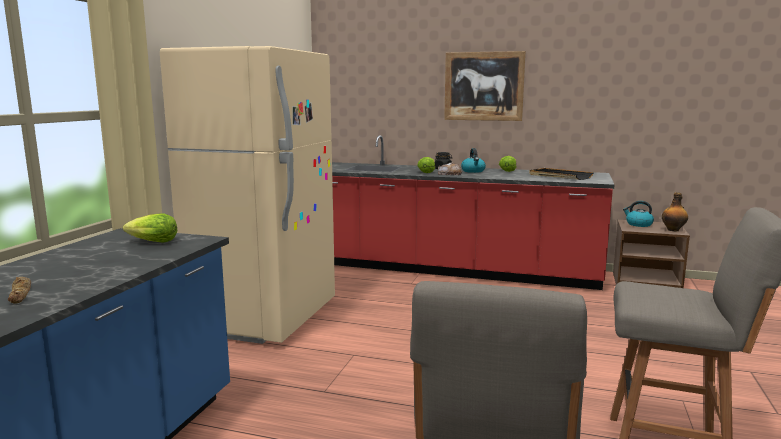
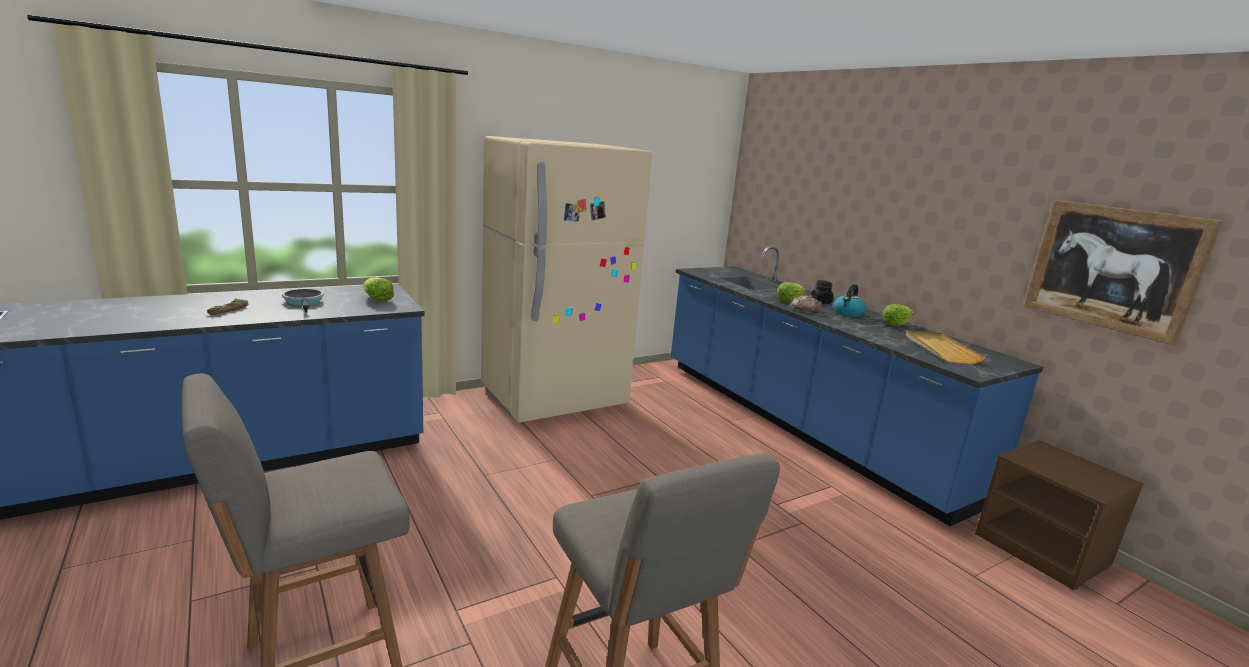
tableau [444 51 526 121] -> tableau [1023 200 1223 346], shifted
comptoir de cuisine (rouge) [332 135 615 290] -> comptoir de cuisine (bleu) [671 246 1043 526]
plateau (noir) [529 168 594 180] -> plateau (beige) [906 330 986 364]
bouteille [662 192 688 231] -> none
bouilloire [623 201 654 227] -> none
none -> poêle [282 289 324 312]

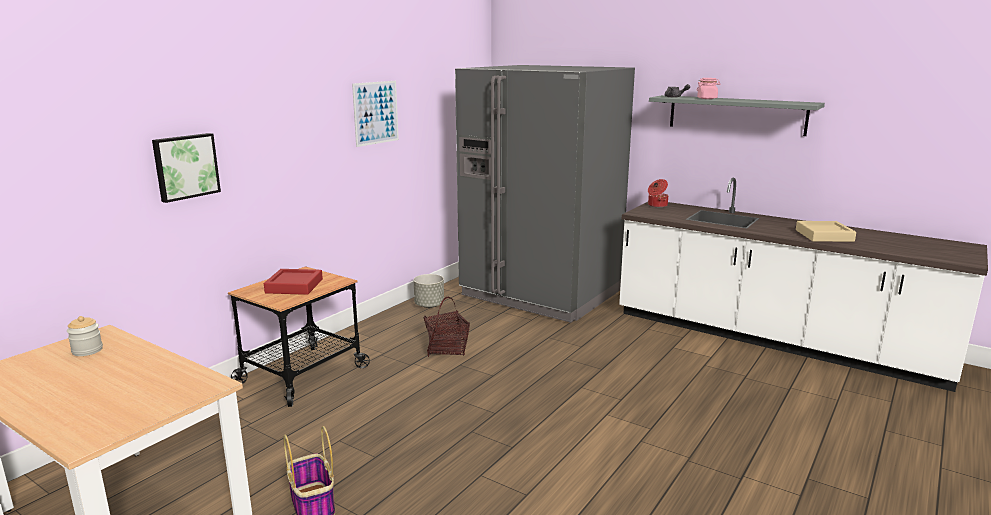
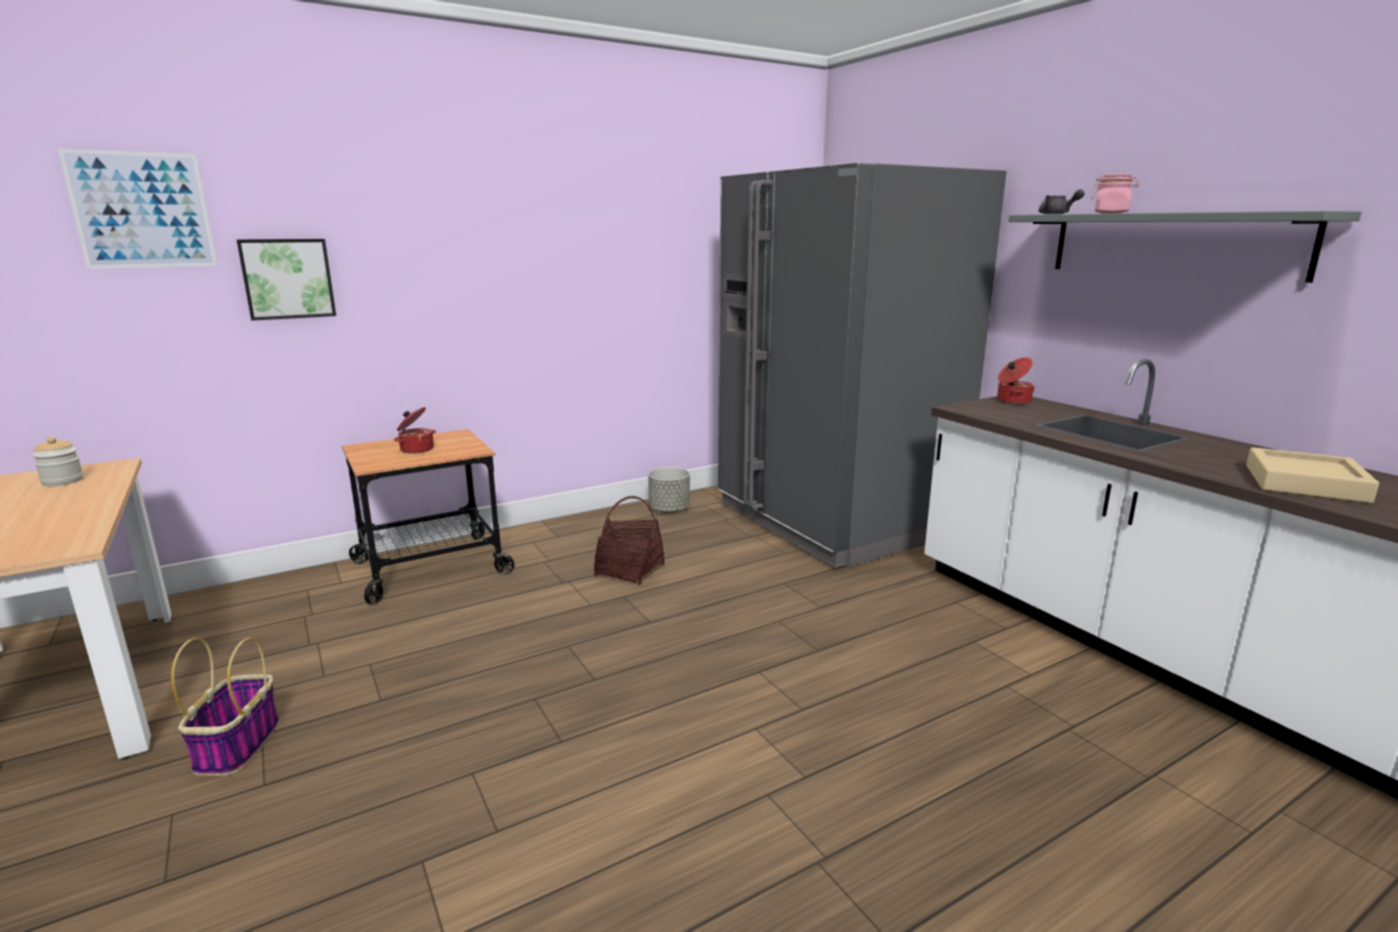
tableau [352 81 399 147] -> tableau [58 149 217 269], shifted
plateau (rouge) [264 269 323 295] -> marmite [394 407 436 453]

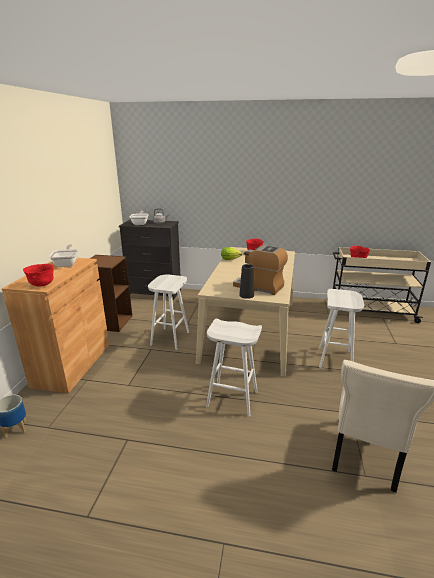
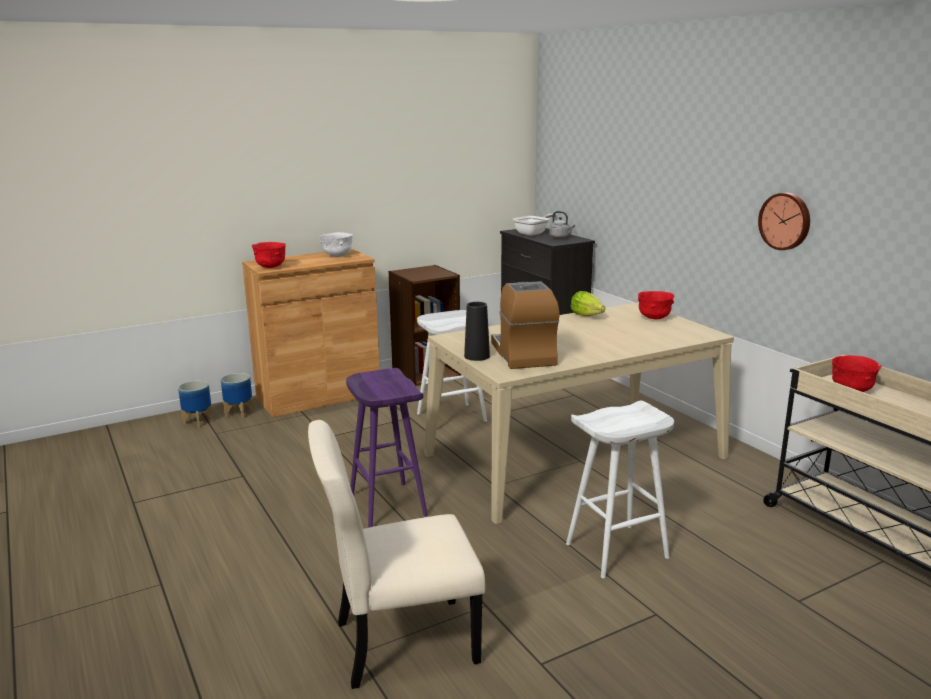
poêle [49 244 78 267] -> bol (blanc) [320 232 353 257]
tabouret (blanc) [206 319 262 417] -> tabouret (violet) [346 368 428 528]
none -> horloge murale [758 193 810 250]
none -> cache-pot [221 373 253 419]

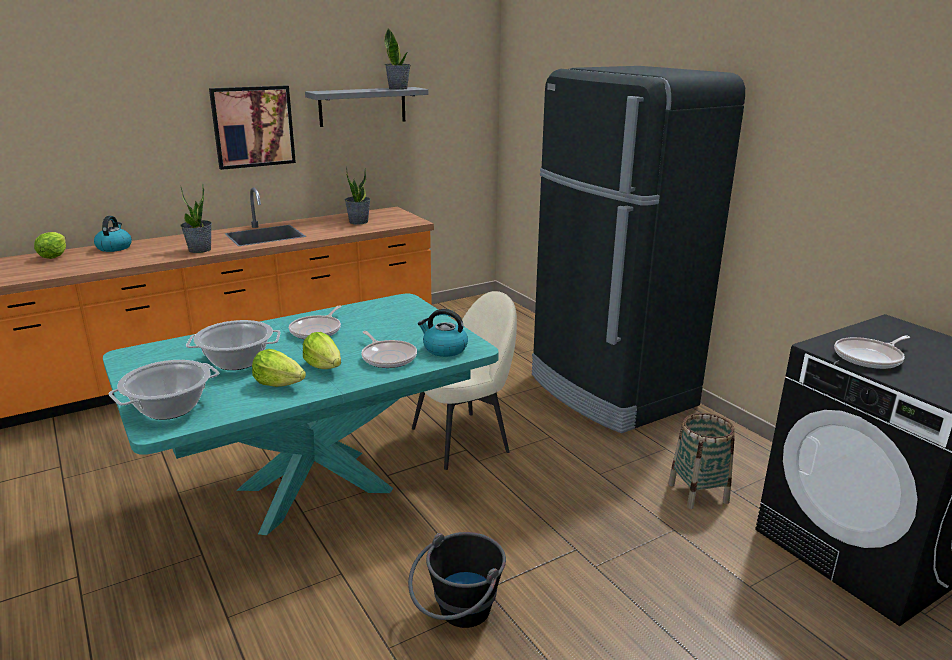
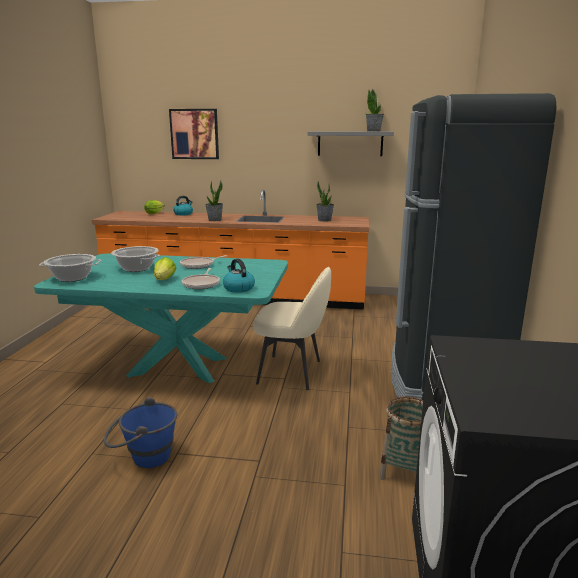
tableau [209 86 296 170] -> tableau [169 109 219 159], shifted
poêle [834 335 910 369] -> none
laitue [252 349 306 387] -> none
seau (noir) [408 532 506 628] -> seau (bleu) [104 397 177 468]

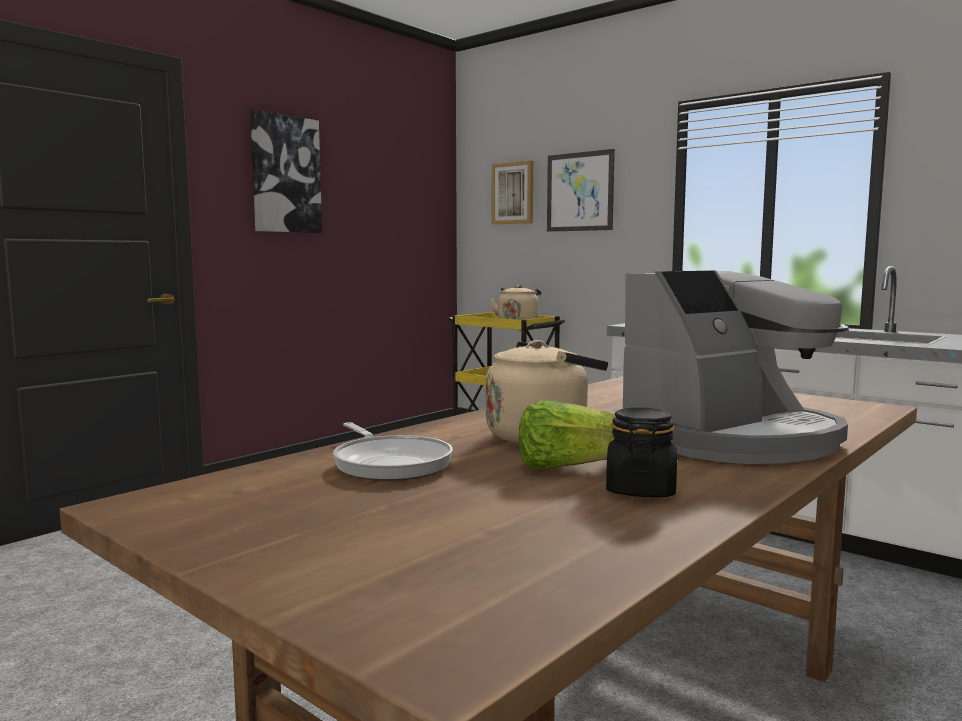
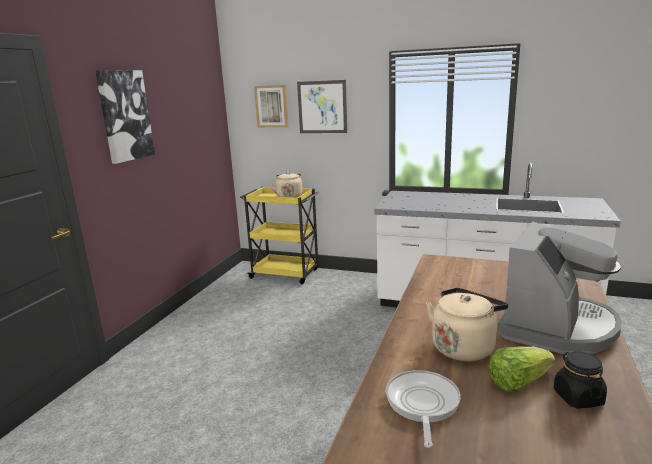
poêle [333 422 453 481] -> poêle [386 370 461 448], 120 degrees counterclockwise

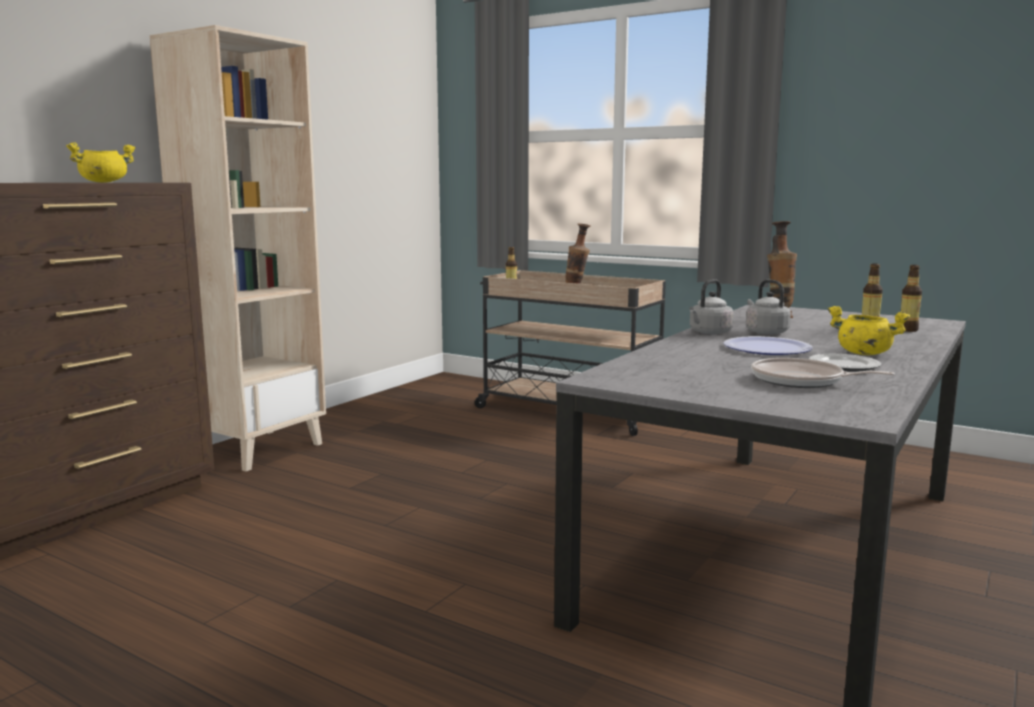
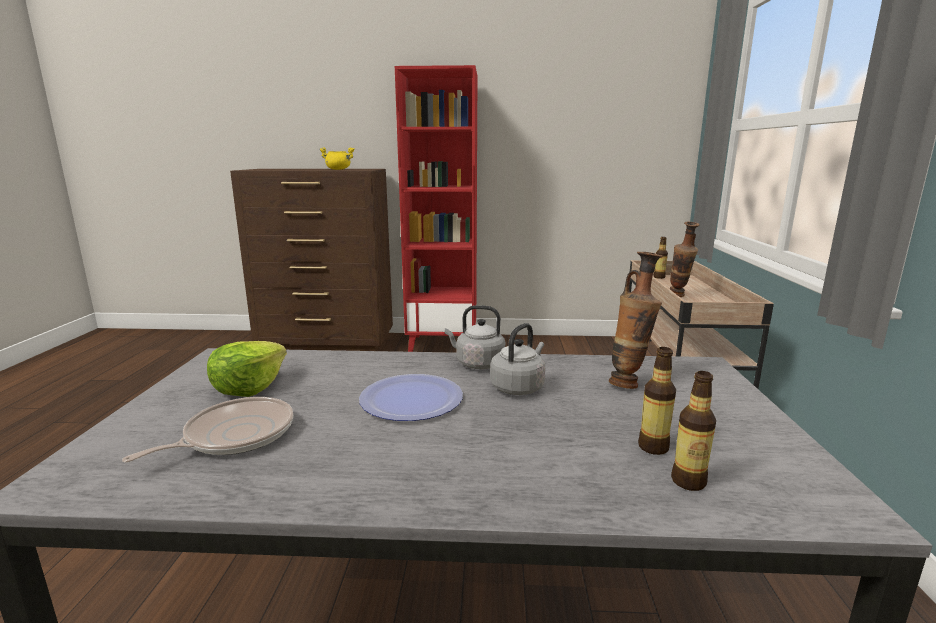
bibliothèque (beige) [150 25 326 471] -> bibliothèque (rouge) [395 65 477 352]
marmite (jaune) [828 306 910 355] -> none
assiette [809 354 881 372] -> none
poêle [751 358 895 388] -> poêle [122 397 293 463], 45 degrees clockwise
none -> laitue [207 341 287 397]

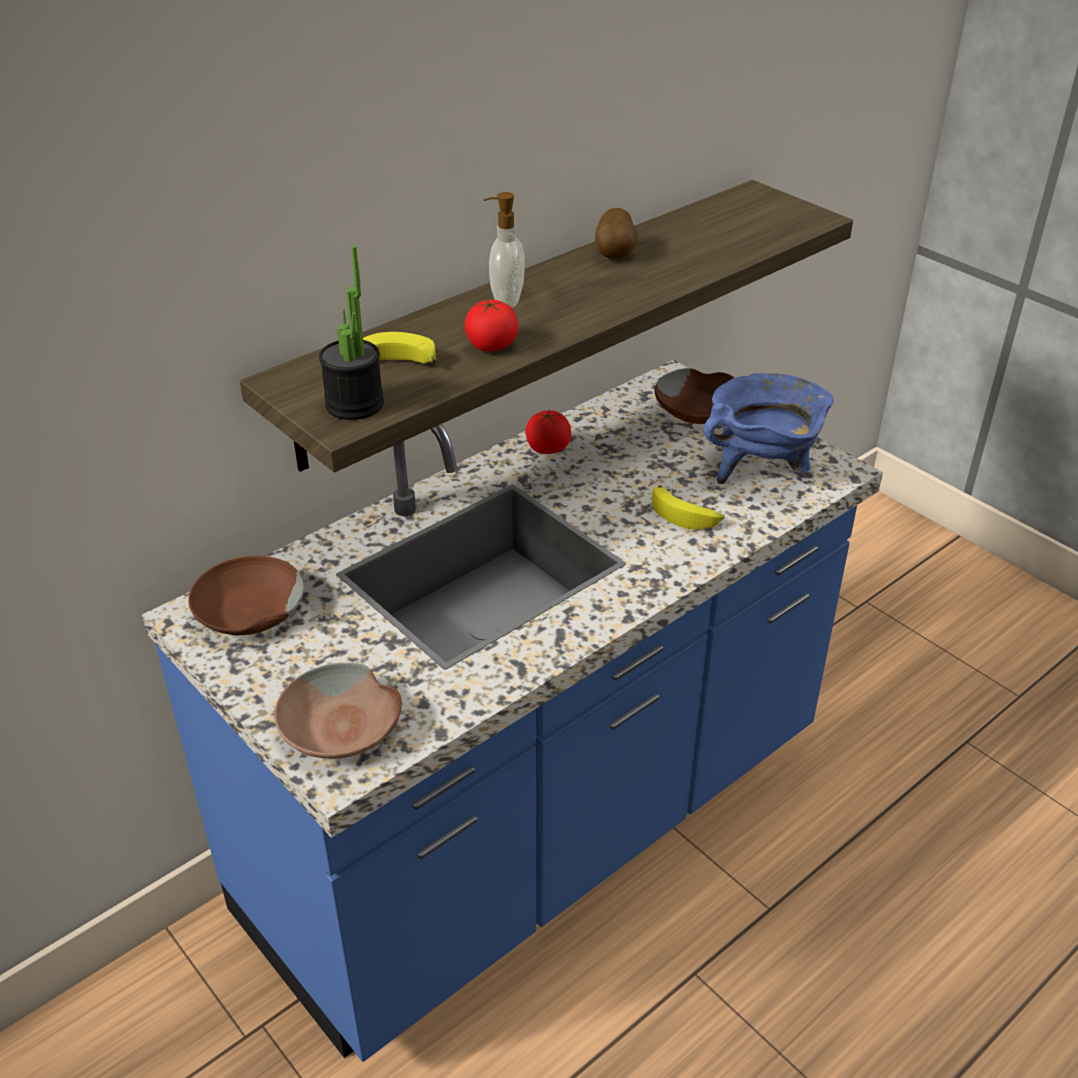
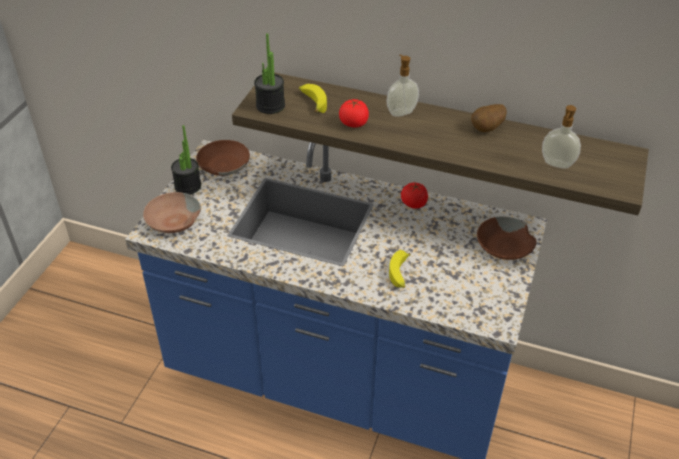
marmite (bleu) [704 373 834 484] -> none
none -> distributeur de savon [542 105 581 169]
none -> plante en pot [171 125 201 195]

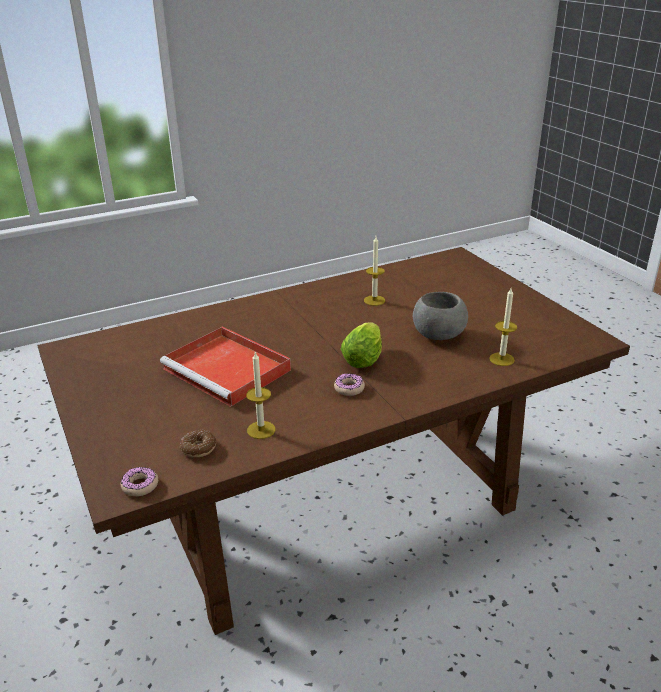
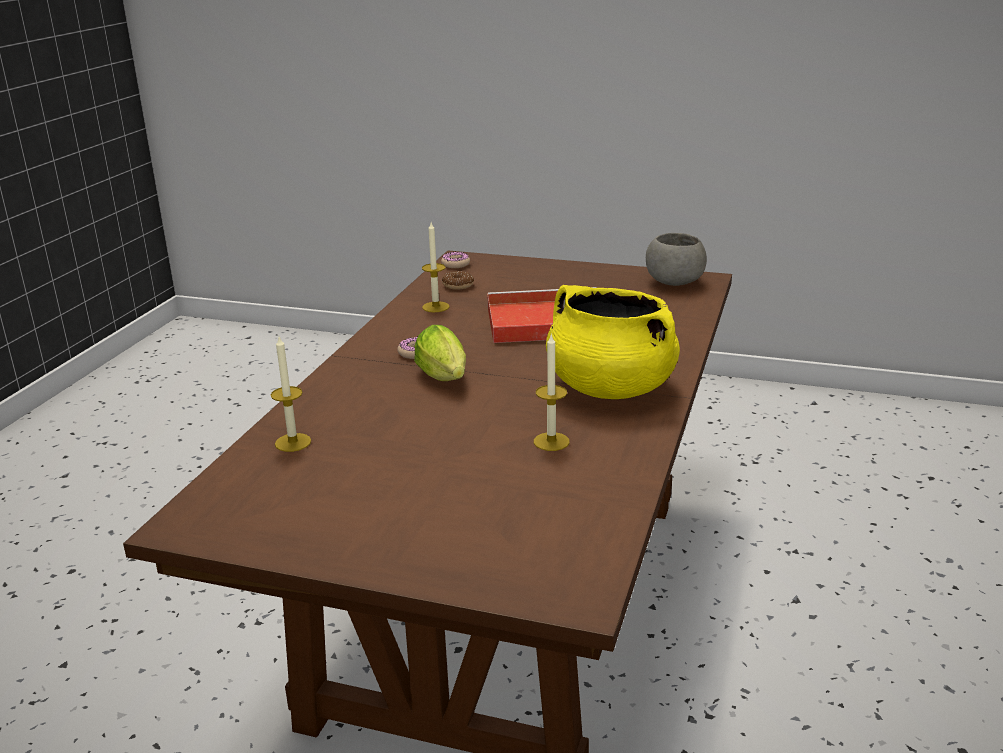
bol (gris) [413 292 468 340] -> bol (gris) [646 233 707 286], shifted
none -> marmite (jaune) [546 285 680 399]

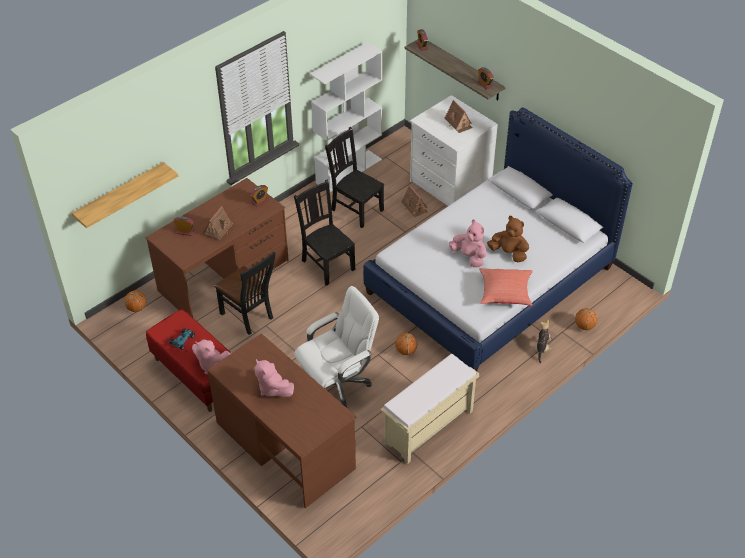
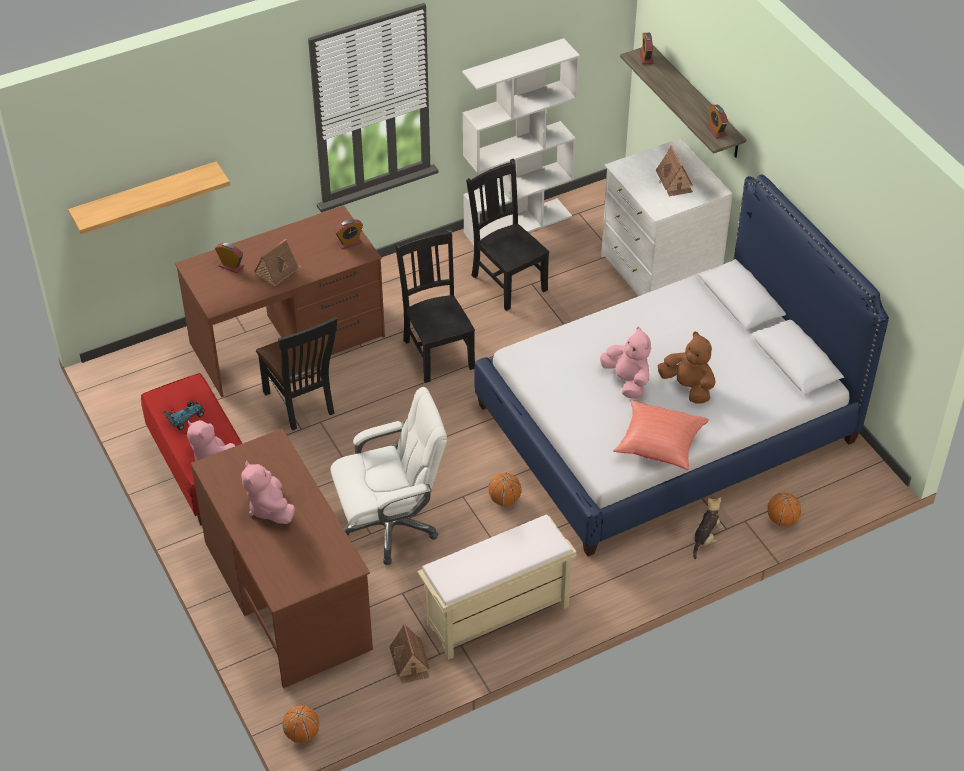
maison miniature [401 185 428 217] -> maison miniature [389 623 430 684], shifted
ballon de basket [124 291 146 312] -> ballon de basket [283 705 319 743], shifted

